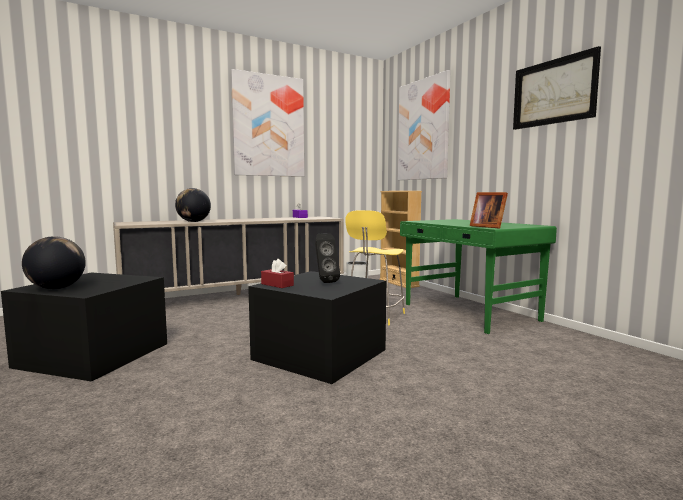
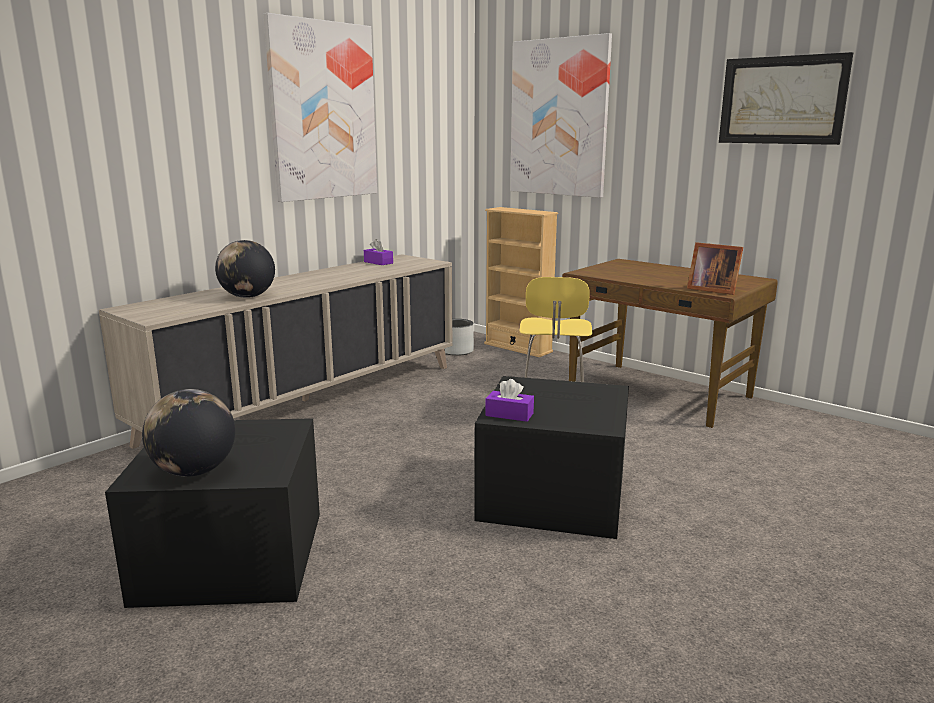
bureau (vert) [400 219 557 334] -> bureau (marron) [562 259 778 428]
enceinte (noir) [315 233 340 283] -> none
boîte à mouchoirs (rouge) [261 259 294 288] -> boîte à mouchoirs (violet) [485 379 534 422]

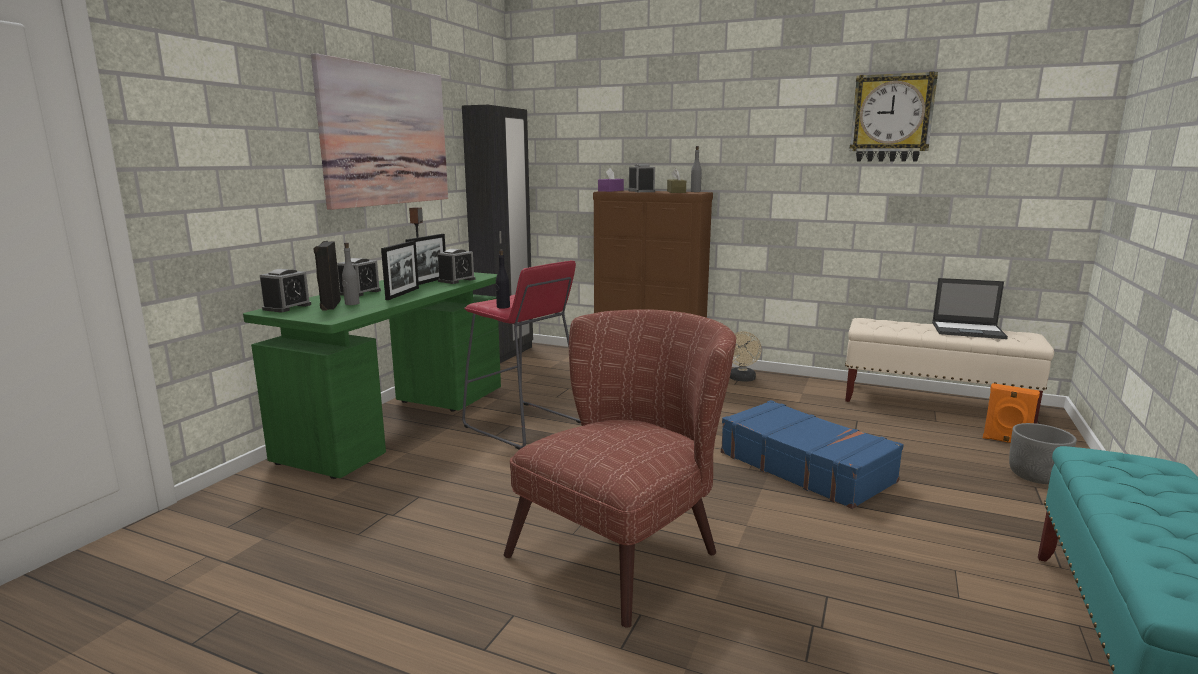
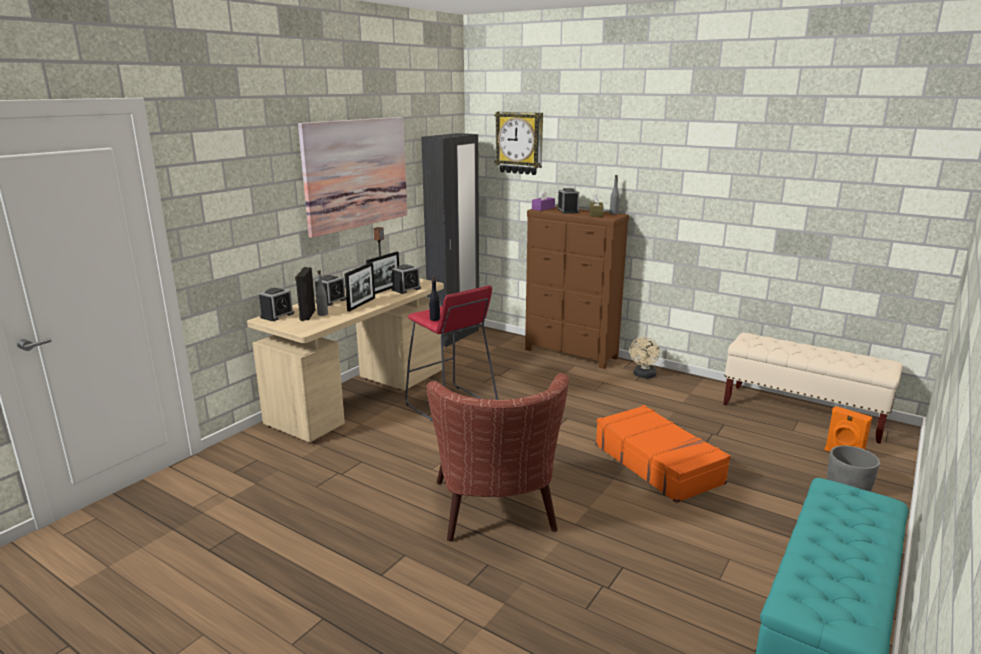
horloge murale [850 71 938 162] -> horloge murale [494 112 543 175], shifted
bureau (vert) [243 272 501 479] -> bureau (beige) [247 279 444 442]
ordinateur portable [932 278 1008 339] -> none
fauteuil (marron) [504 309 736 628] -> fauteuil (marron) [426 373 569 541], 120 degrees clockwise
valise (bleu) [721 400 904 509] -> valise (orange) [595 405 731 503]

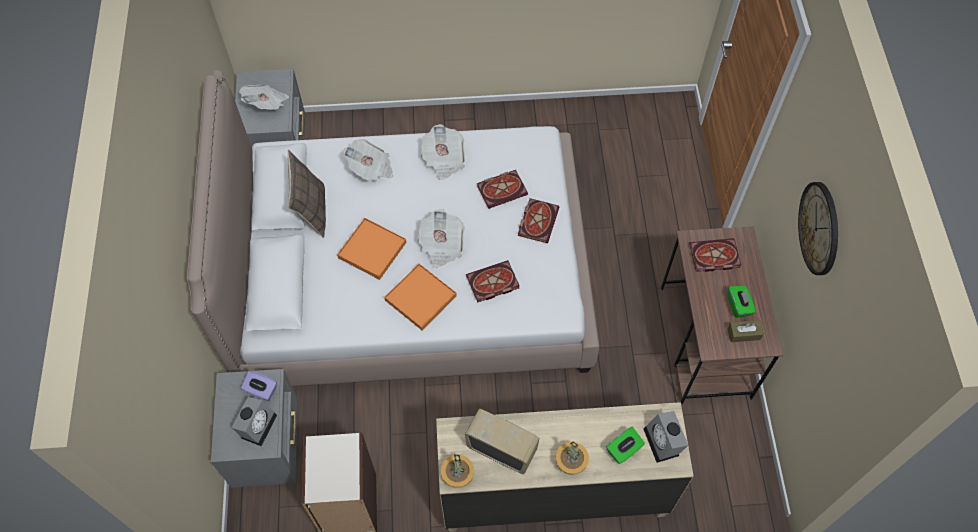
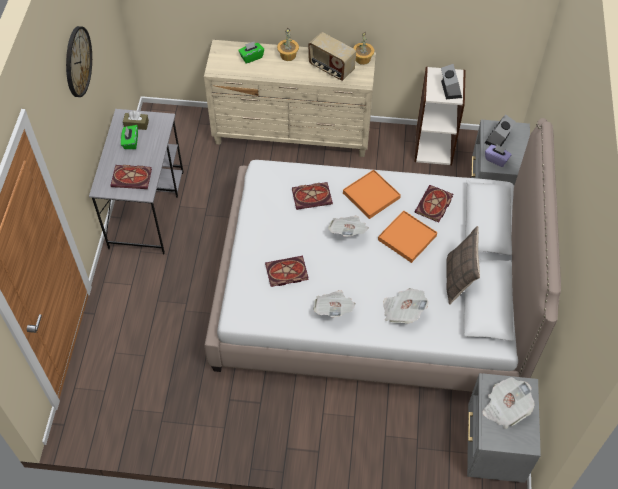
livre [518 198 560 243] -> livre [415 185 453 222], shifted
bureau (marron) [661 226 784 404] -> bureau (gris) [89 109 183 254]
réveil [643 411 688 463] -> réveil [441 64 462 99], shifted

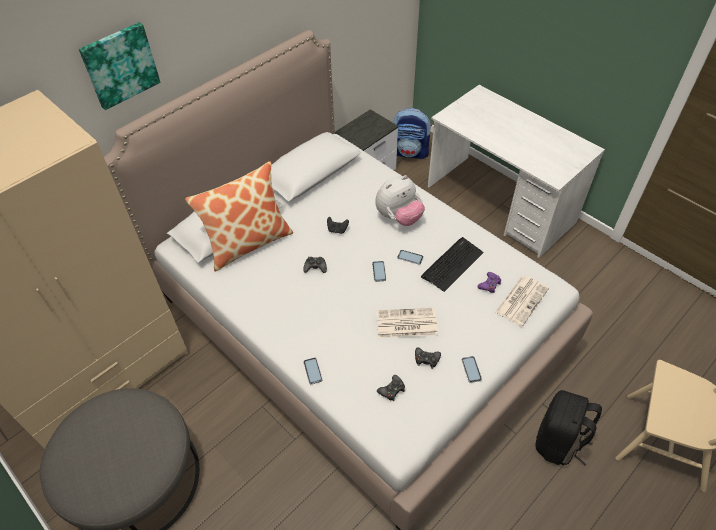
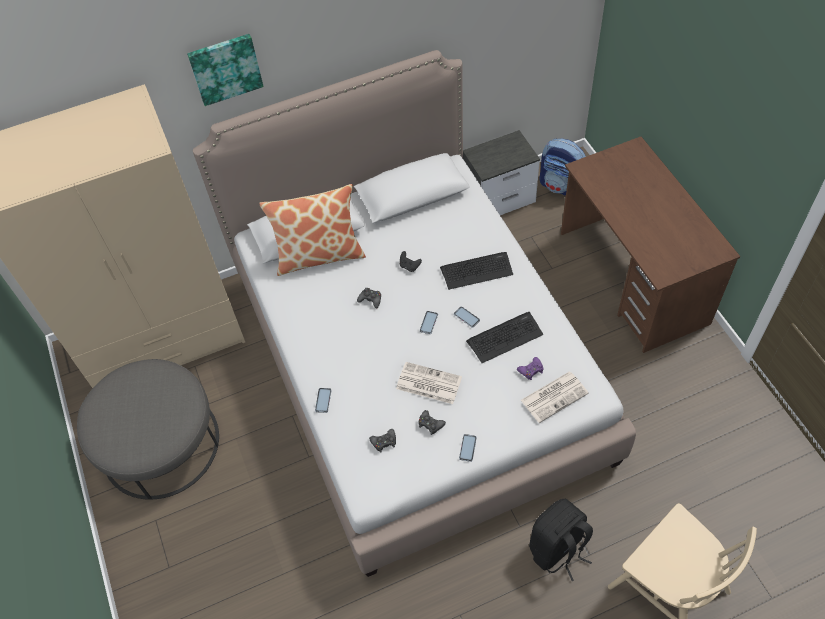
bureau (blanc) [428 85 605 258] -> bureau (marron) [561 137 740 353]
peluche [375 175 425 226] -> clavier [440 252 513 290]

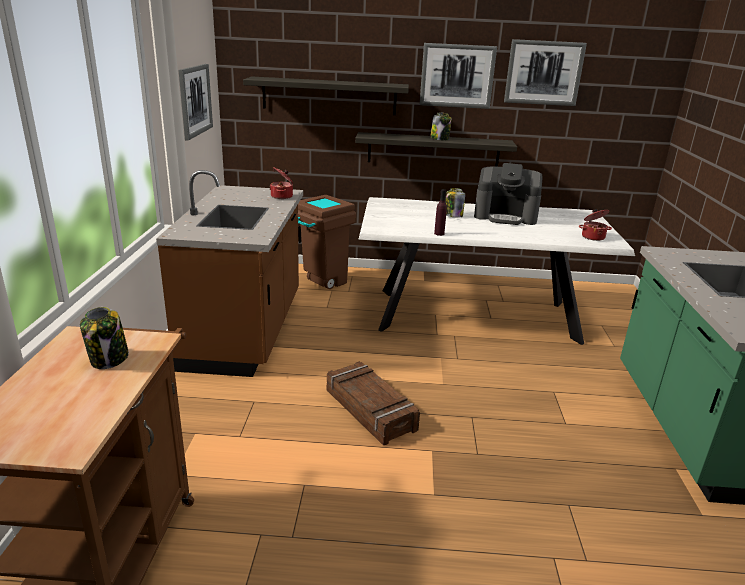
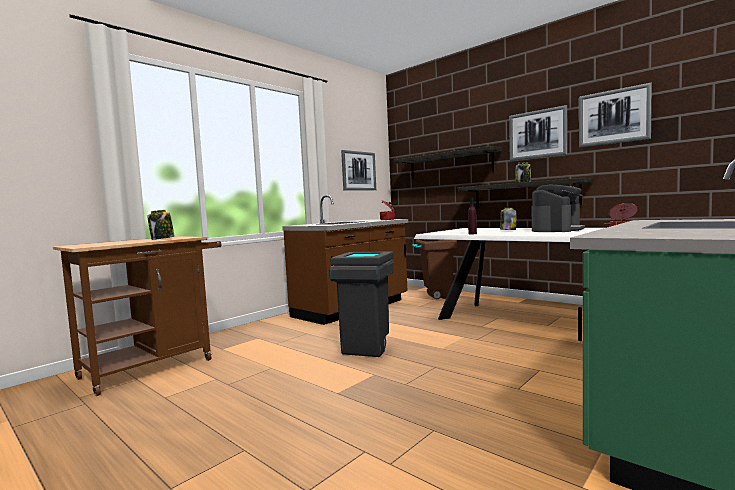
machine à café [474 163 543 225] -> machine à café [532 184 585 232], 105 degrees counterclockwise
caisse [327 362 420 445] -> poubelle (gris) [329 251 394 357]

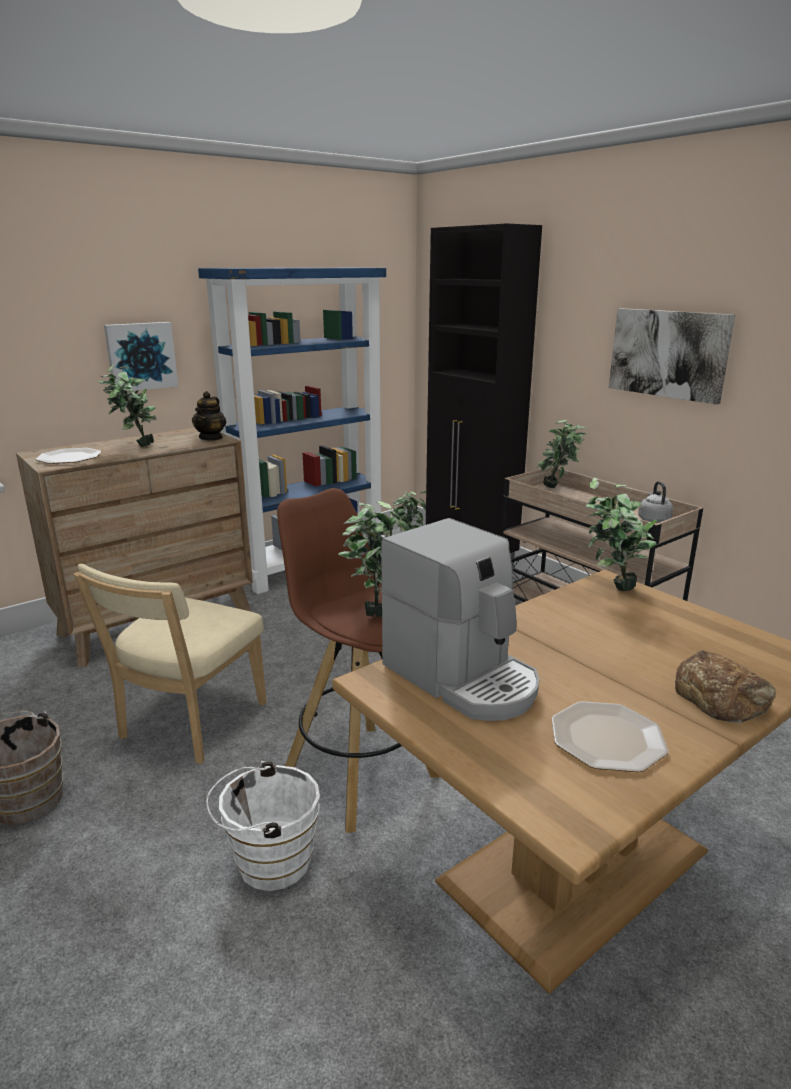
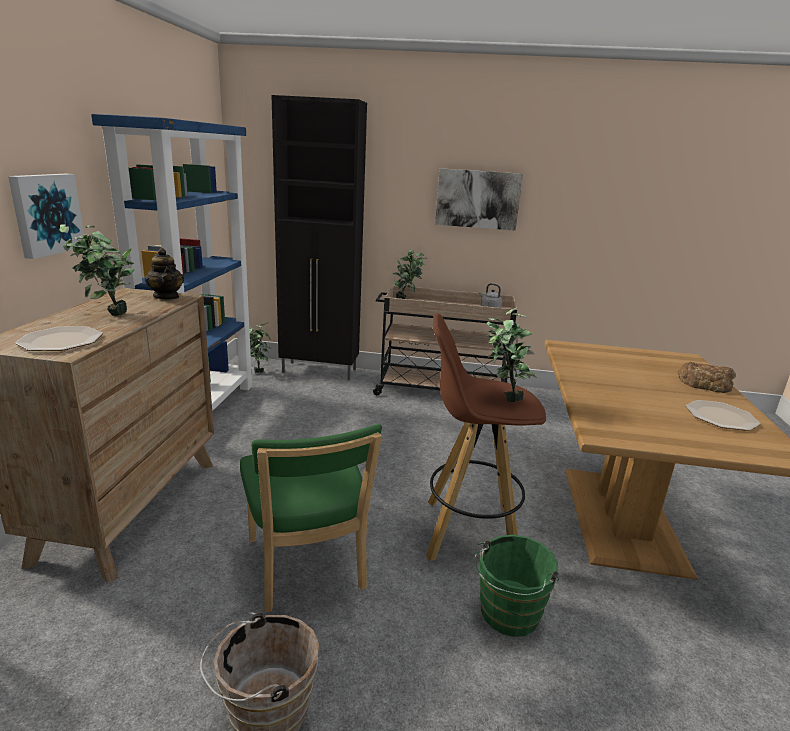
plante en pot [586 478 657 591] -> none
machine à café [381 518 539 721] -> none
chaise (beige) [73 564 267 764] -> chaise (vert) [240 424 382 612]
seau (blanc) [206 761 320 891] -> seau (vert) [475 535 559 637]

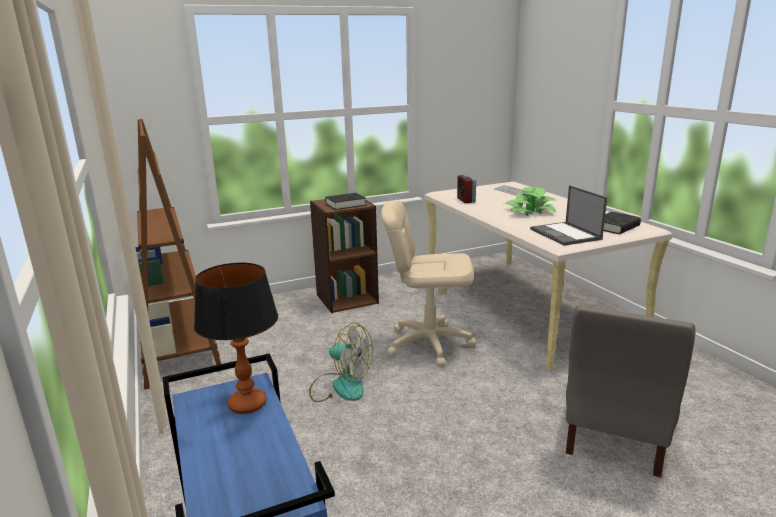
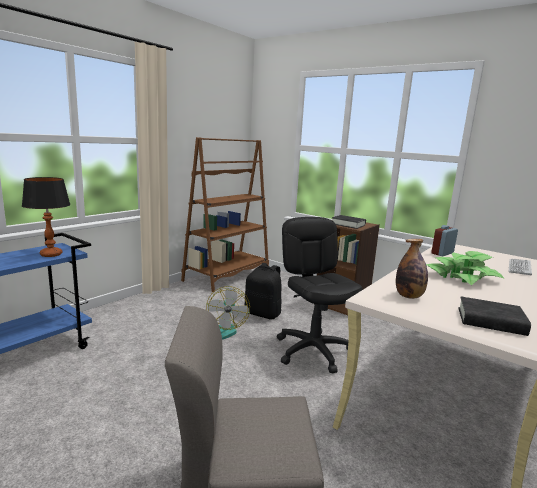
ordinateur portable [530 185 607 246] -> bouteille [396 239 428 299]
chaise de bureau (beige) [381 201 476 367] -> chaise de bureau (noir) [277 217 363 373]
none -> sac à dos (noir) [244 263 281 320]

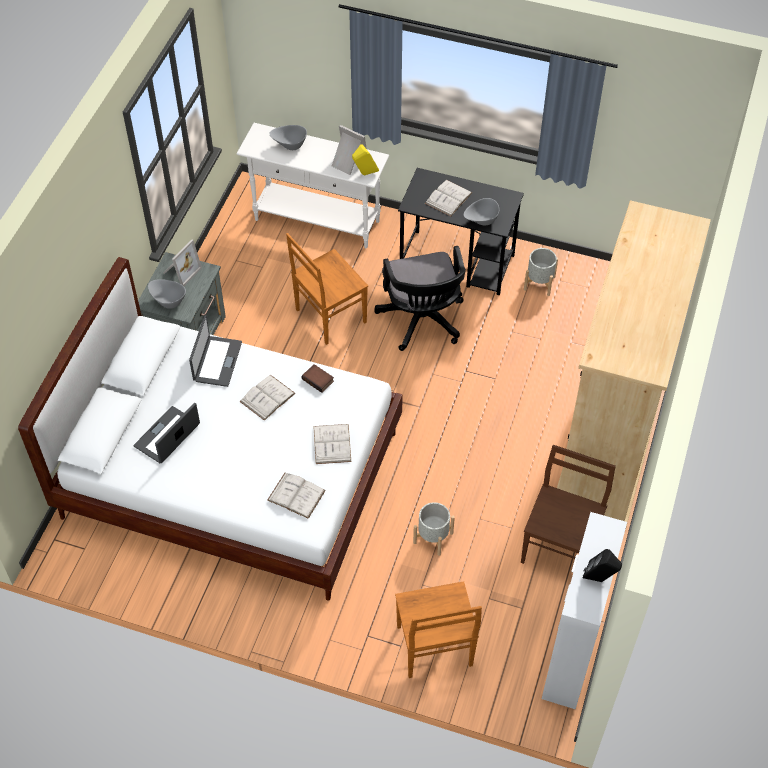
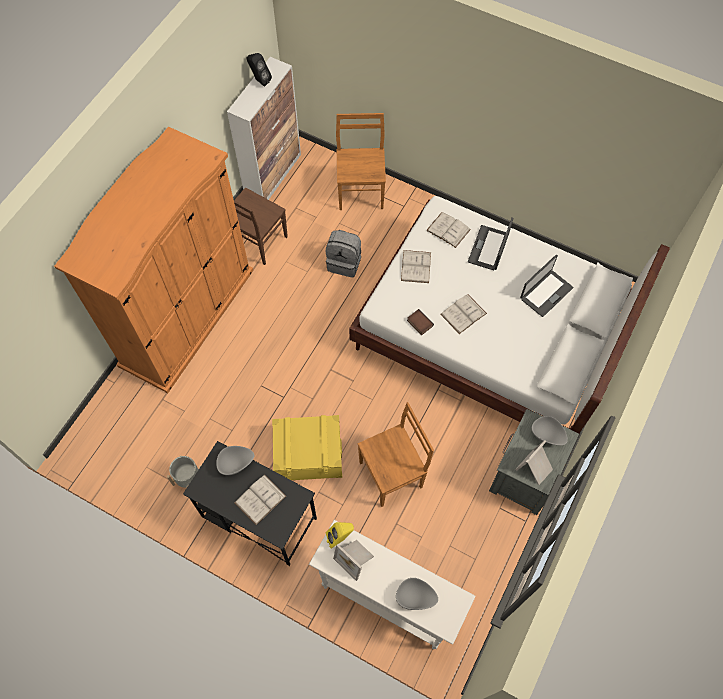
armoire (beige) [557 200 711 530] -> armoire (orange) [54 127 253 393]
chaise de bureau (noir) [374 246 466 351] -> boîte de rangement (jaune) [272 415 342 480]
ordinateur portable [189 315 242 387] -> ordinateur portable [468 217 513 270], shifted
cache-pot (gris) [413 502 455 556] -> sac à dos (gris) [326 230 361 277]

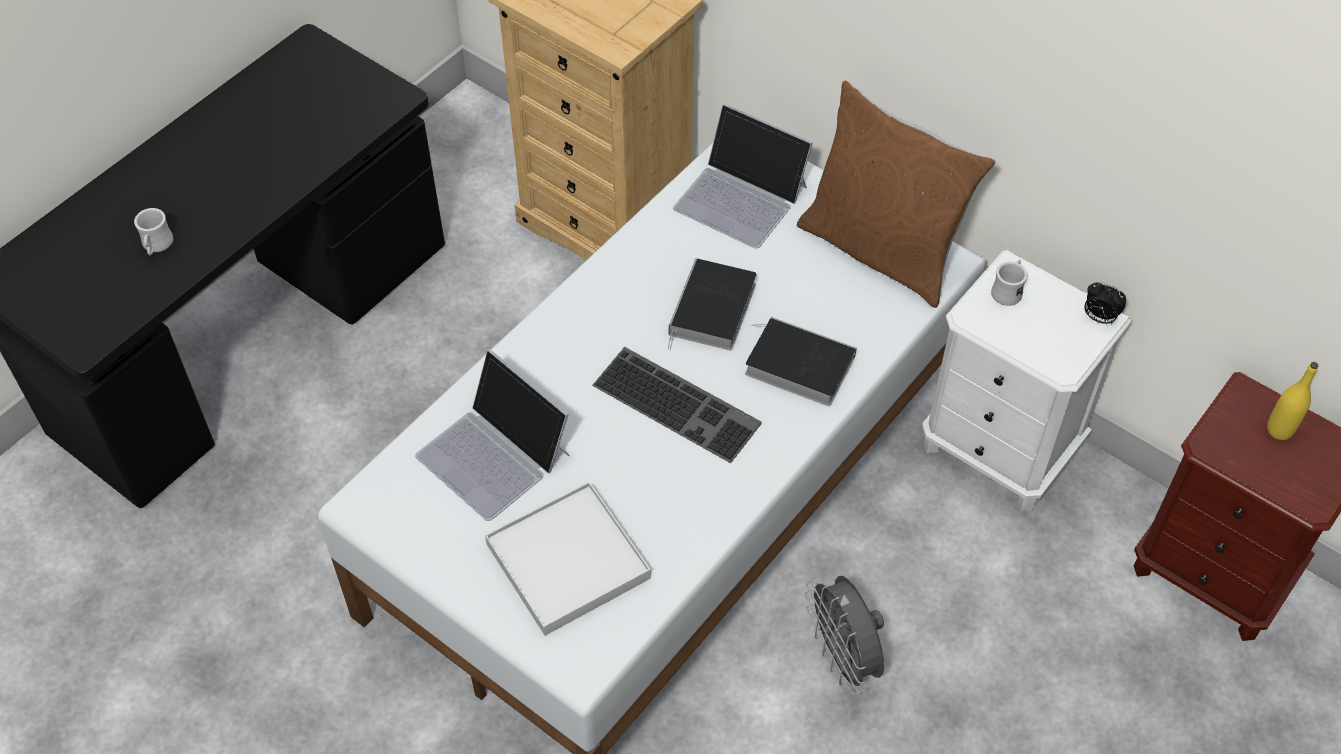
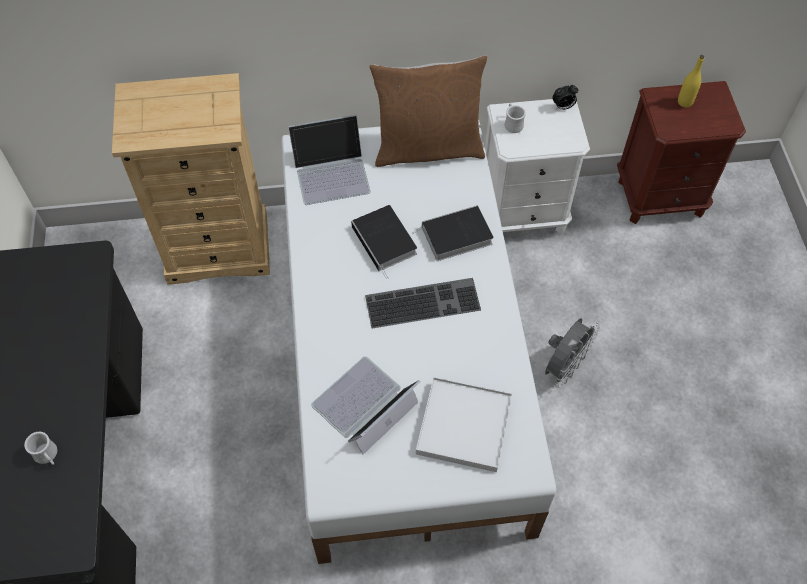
ordinateur portable [415 349 570 521] -> ordinateur portable [311 356 420 454], 135 degrees clockwise
ventilateur (gris) [805 576 884 695] -> ventilateur (gris) [545 318 600 388], 75 degrees counterclockwise

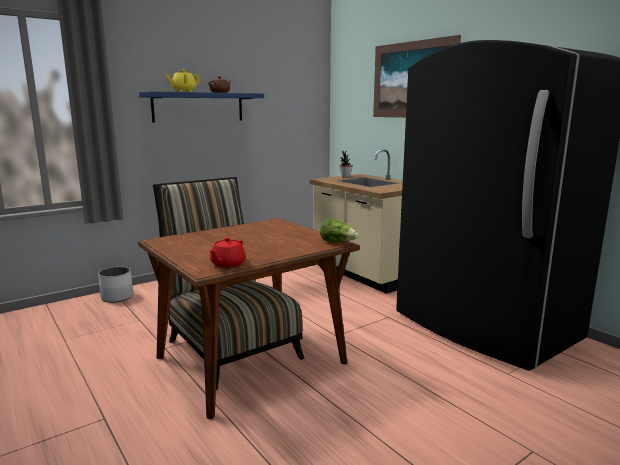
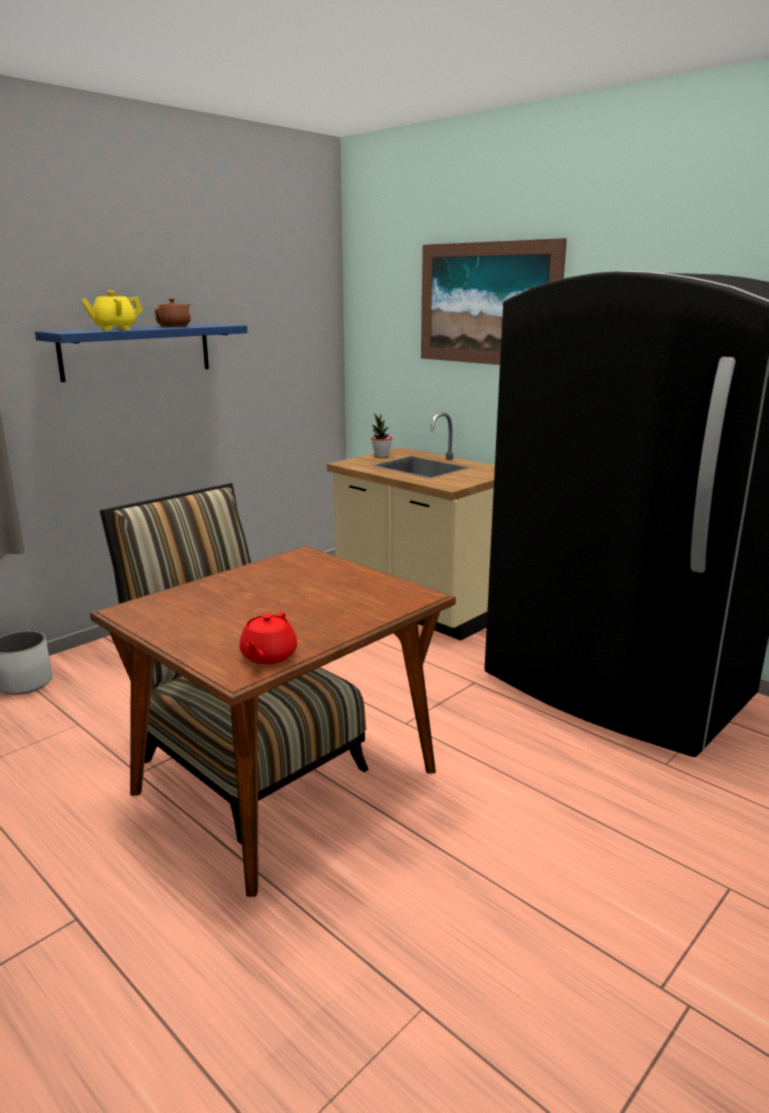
laitue [320 218 359 242] -> none

